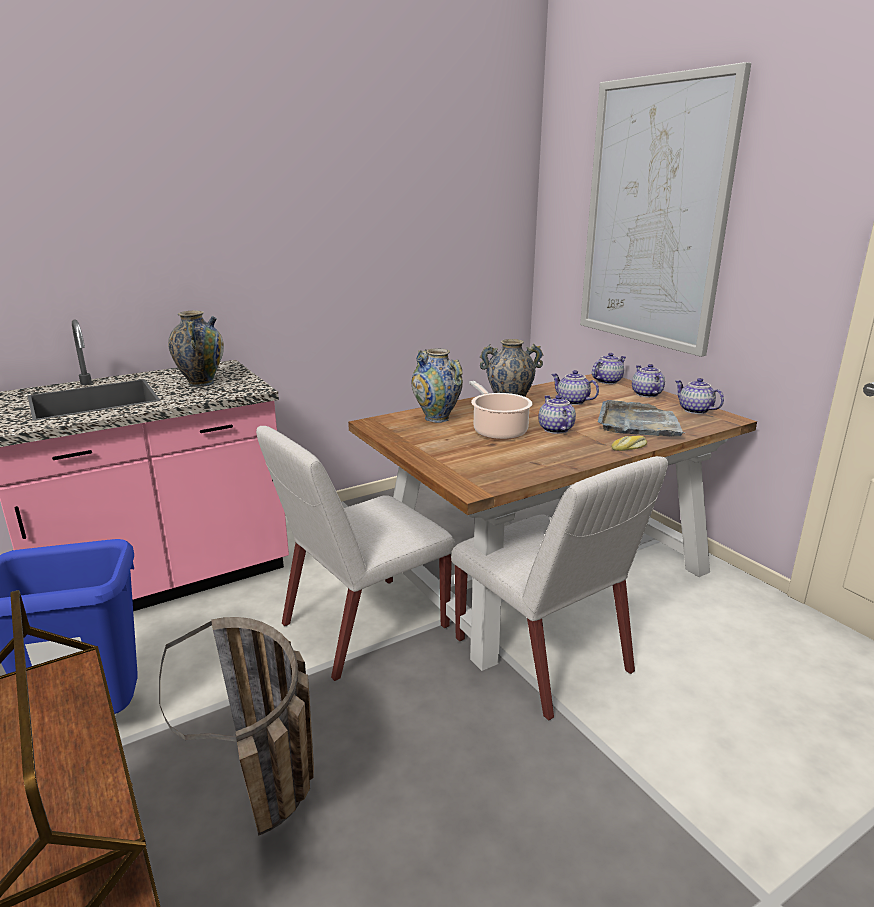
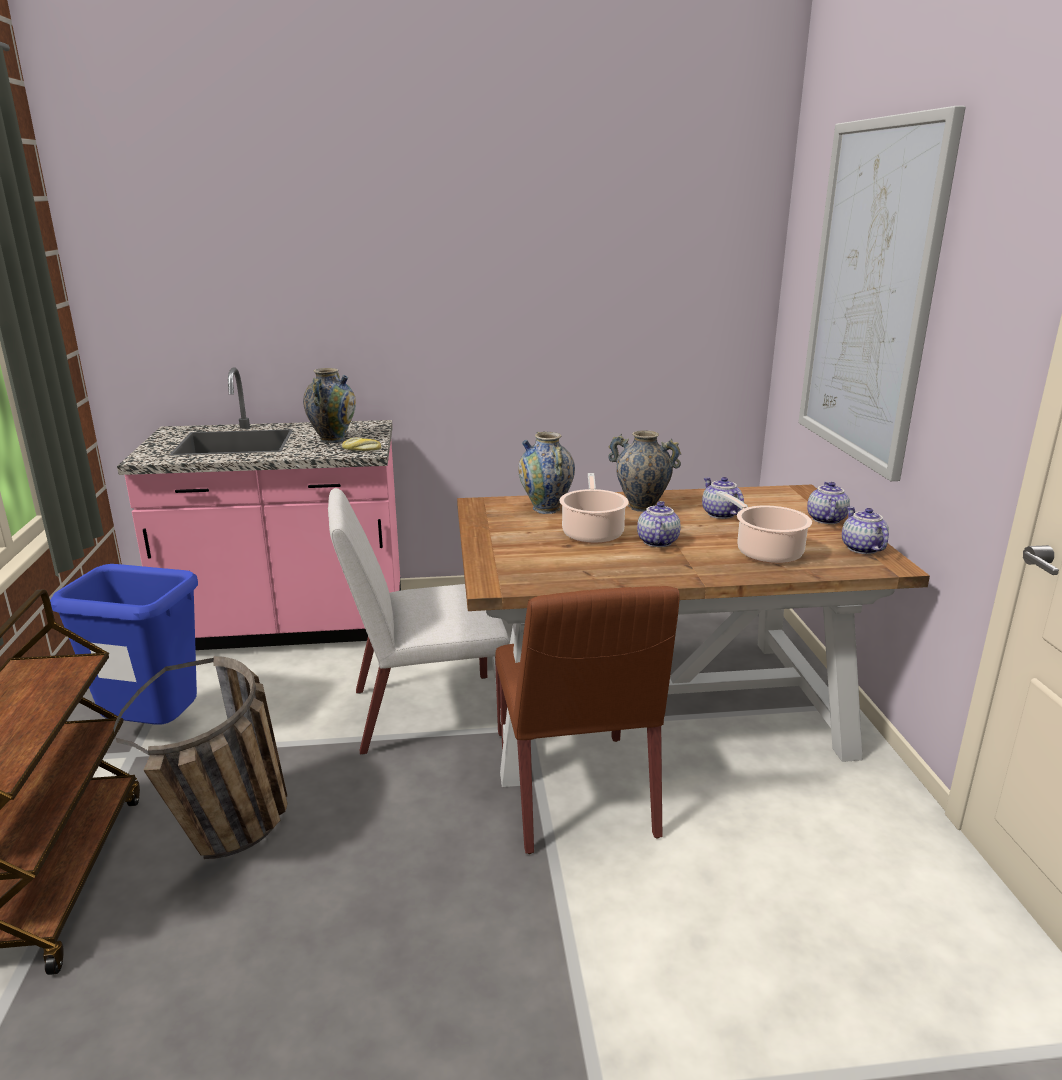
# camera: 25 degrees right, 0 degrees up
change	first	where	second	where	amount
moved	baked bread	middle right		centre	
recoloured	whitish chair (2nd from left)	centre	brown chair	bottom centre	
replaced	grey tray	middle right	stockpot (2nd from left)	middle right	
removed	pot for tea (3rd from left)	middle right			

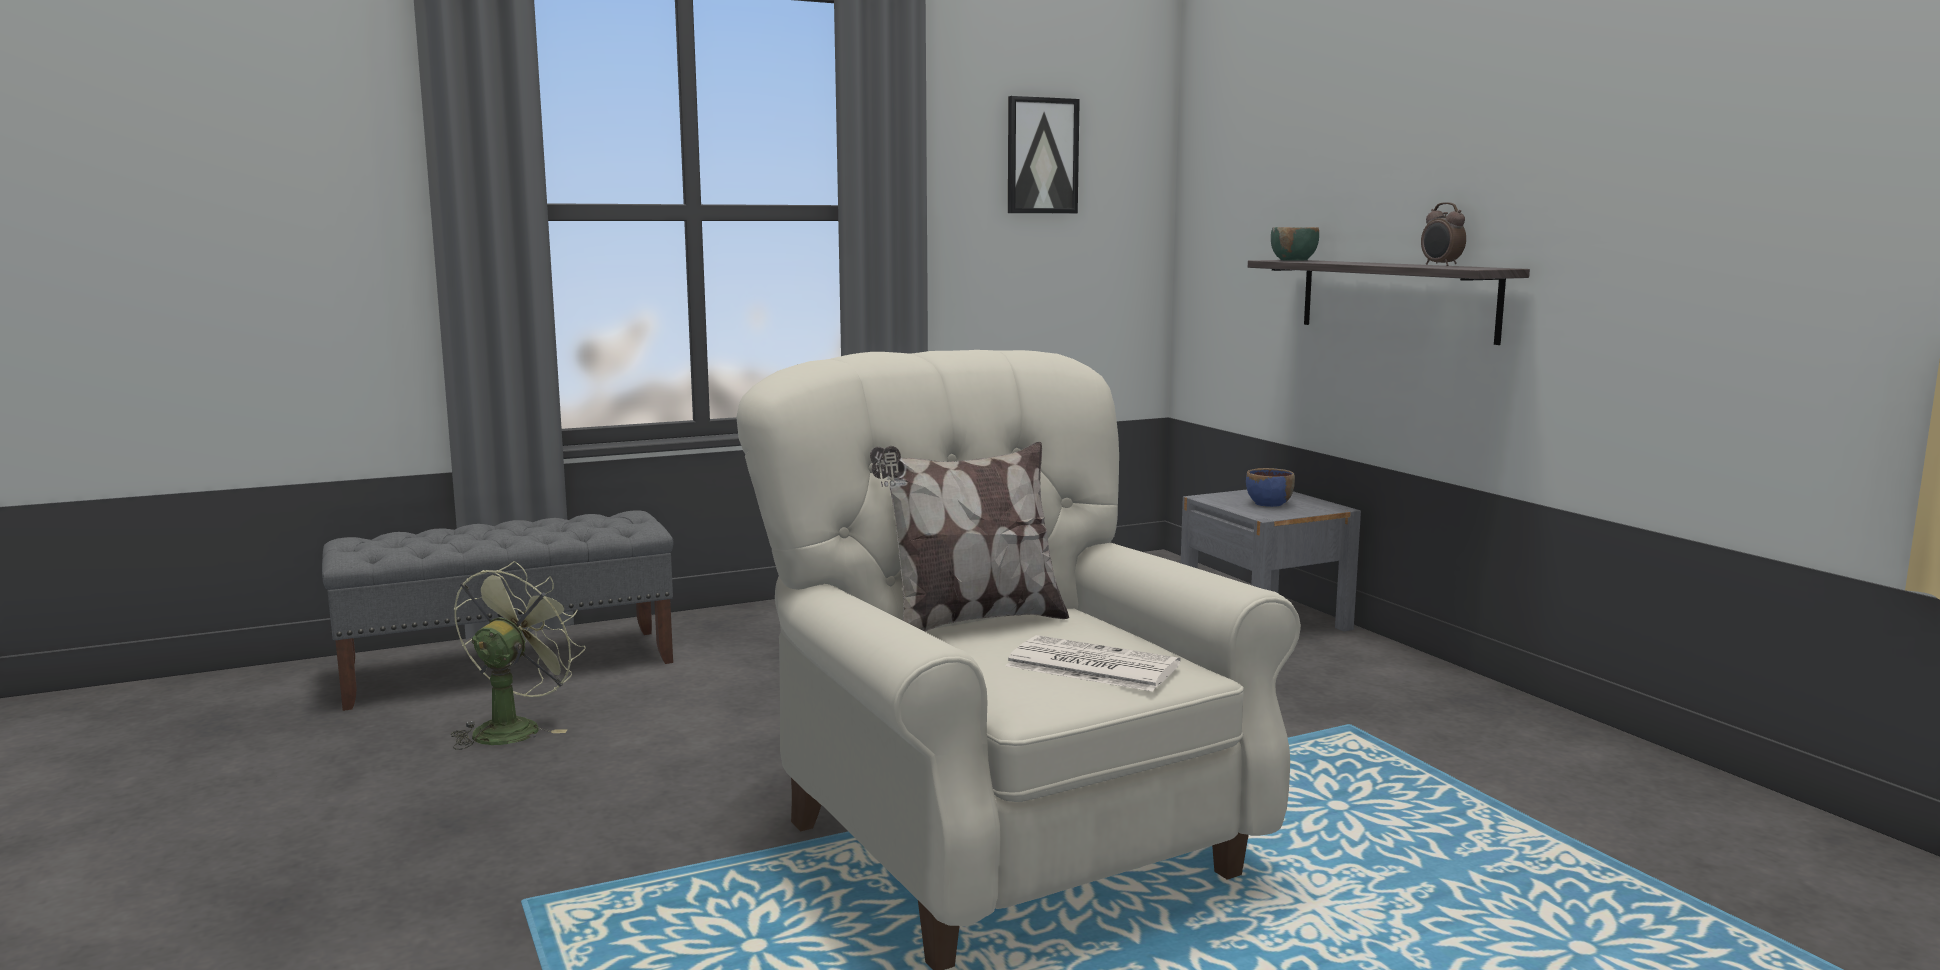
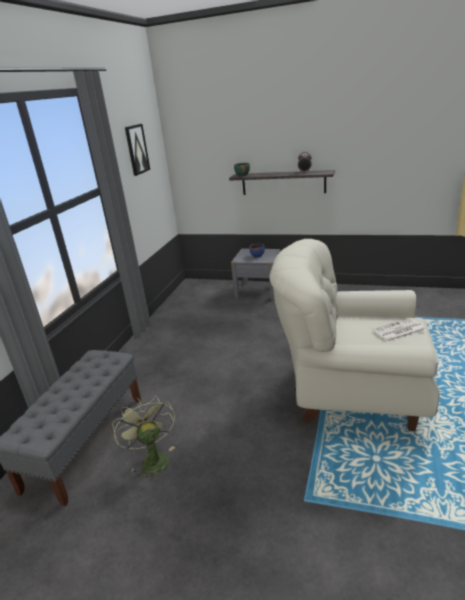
# camera: 45 degrees left, 15 degrees up
change	first	where	second	where	amount
removed	pillow	centre			

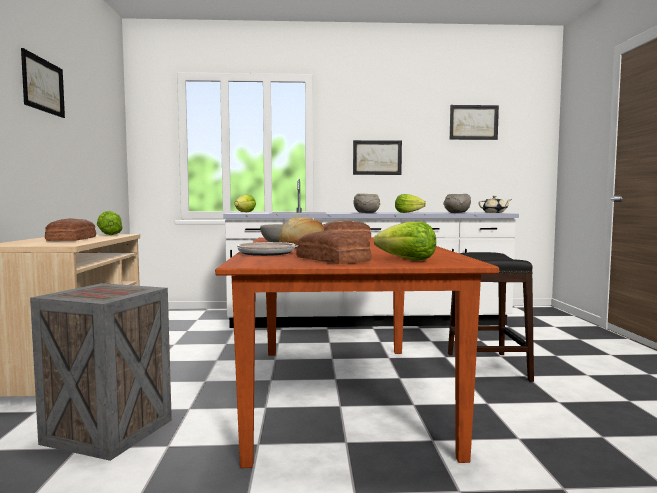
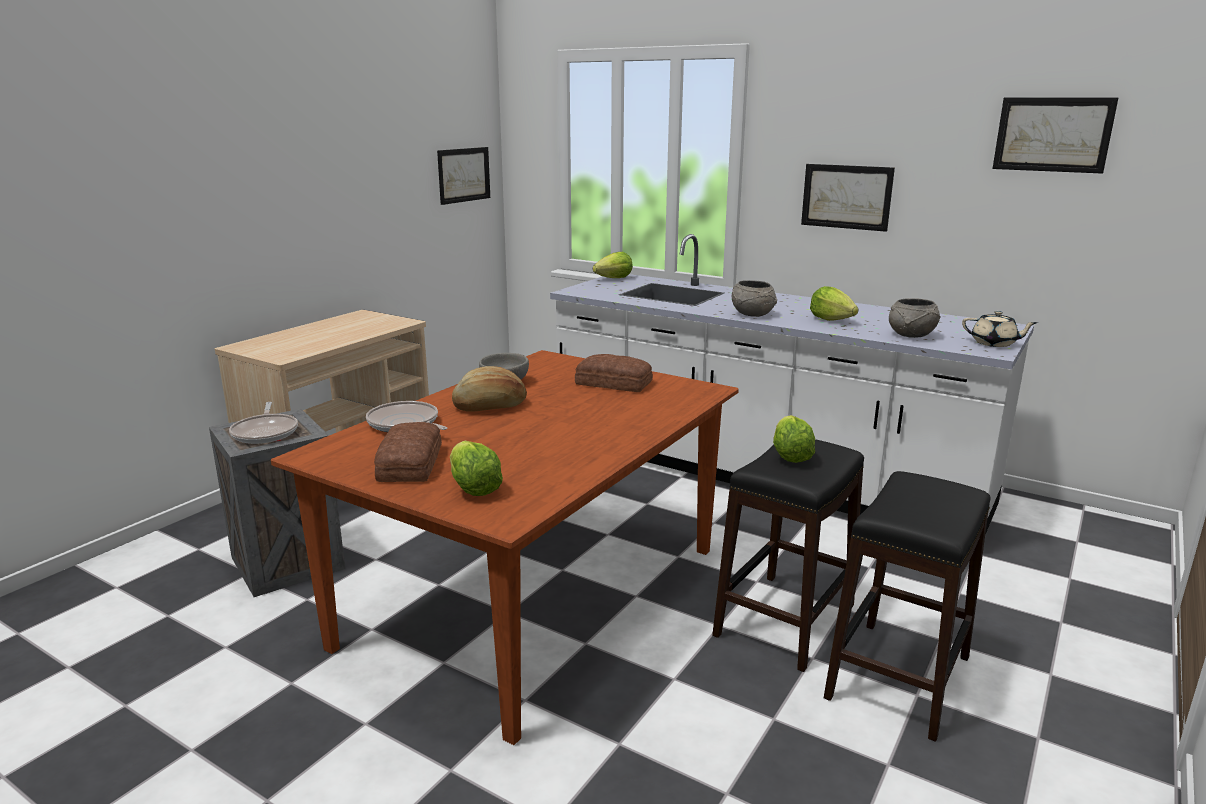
# camera: 35 degrees right, 15 degrees up
change	first	where	second	where	amount
added			pan (1st from left)	middle left	
moved	wall picture (1st from left)	top left		top centre	
moved	head of lettuce (1st from left in the first image)	middle left	head of lettuce (3rd from left)	centre	
added			black-coloured stool seat (2nd from left)	bottom right	
removed	baked bread (1st from left)	middle left			

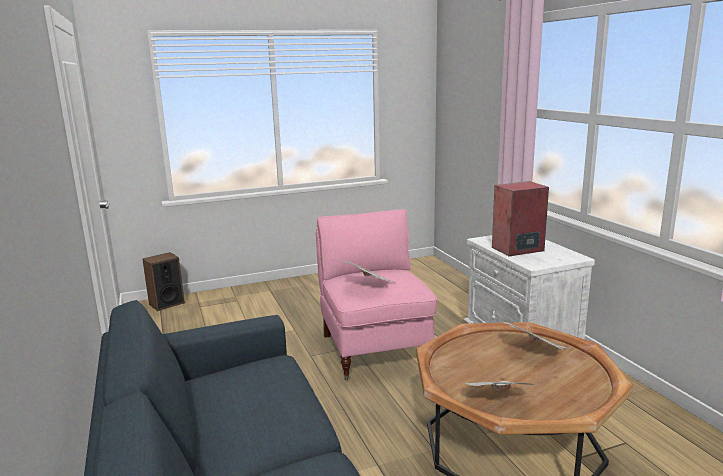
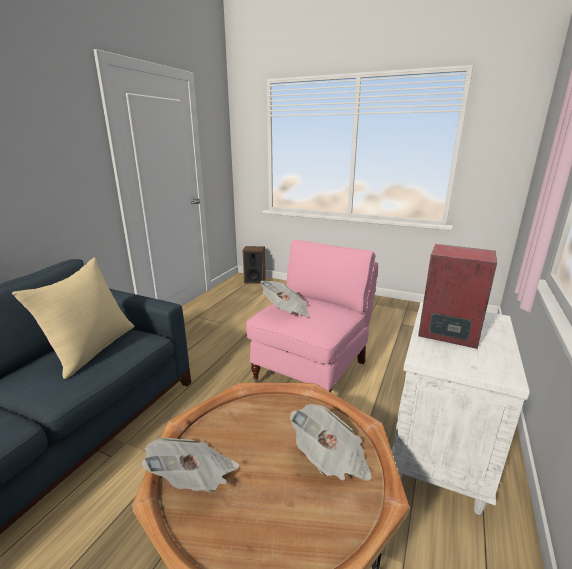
# camera: 45 degrees right, 5 degrees up
change	first	where	second	where	amount
added			beige pillow	middle left	

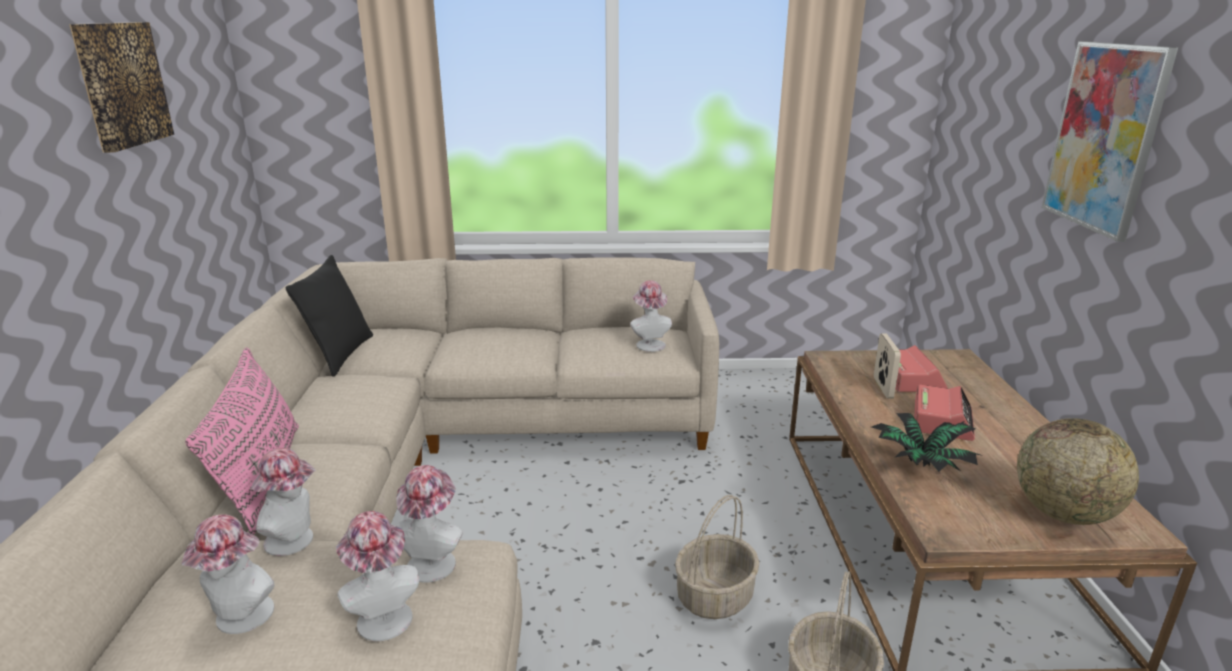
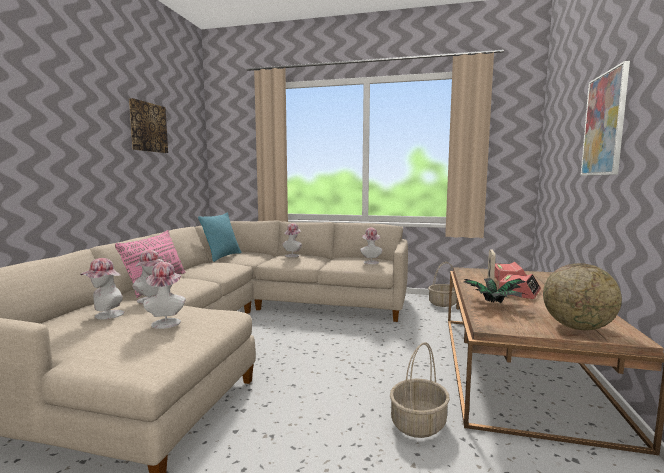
# camera: 15 degrees right, 15 degrees down
change	first	where	second	where	amount
recoloured	black-coloured pillow	middle left	turquoise pillow	middle left	
moved	wearable hat (4th from left)	bottom centre		centre	
moved	household basket (1st from left in the first image)	bottom centre	household basket (2nd from left)	centre	

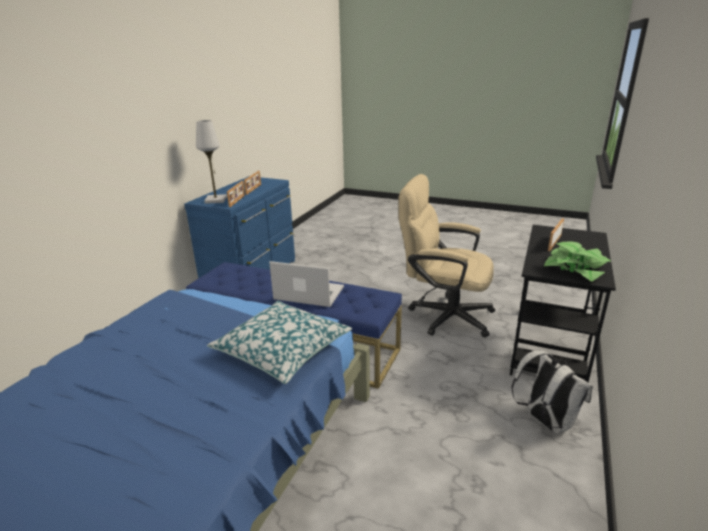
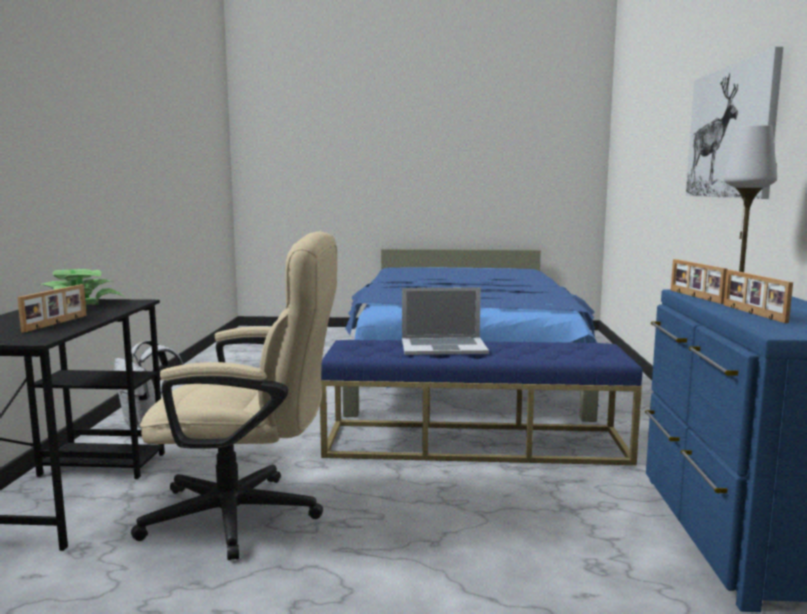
# camera: 160 degrees right, 15 degrees down
change	first	where	second	where	amount
added			wall picture	top right	
removed	pillow	centre			

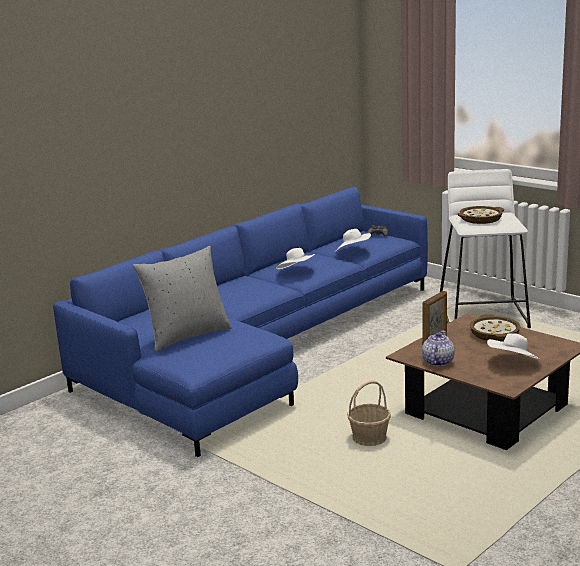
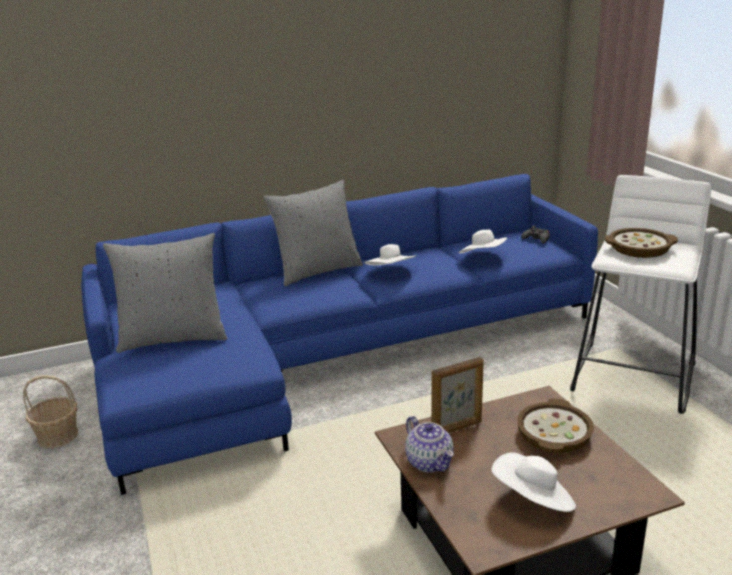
# camera: 25 degrees right, 5 degrees up
change	first	where	second	where	amount
moved	household basket	bottom centre		bottom left	
added			grey pillow (2nd from left)	centre	
turned	pot for tea	middle right		bottom centre	105 degrees clockwise

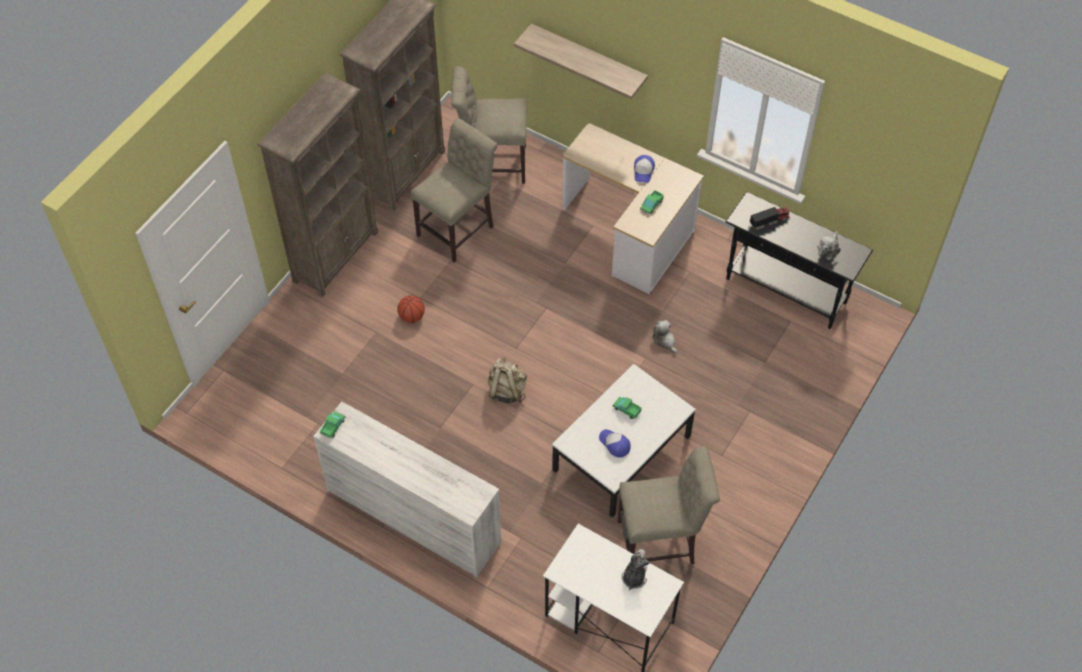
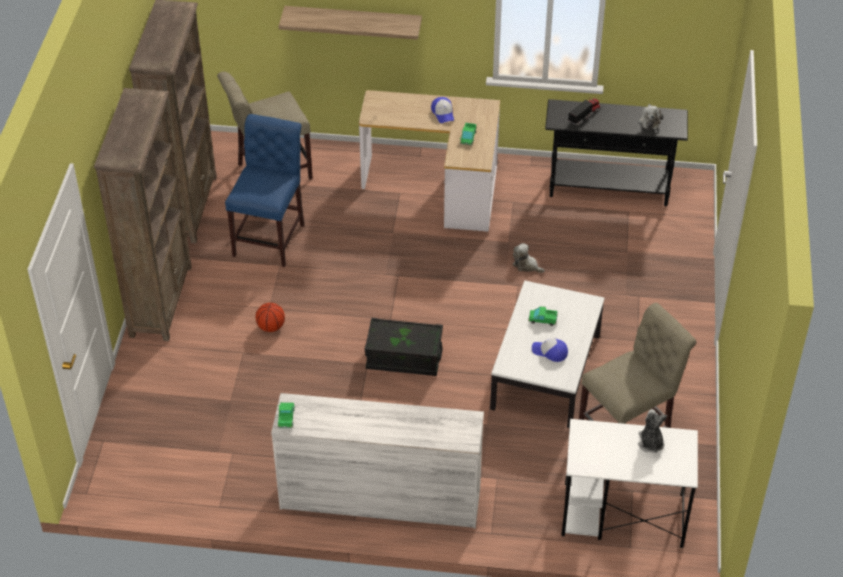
# camera: 25 degrees left, 10 degrees down
change	first	where	second	where	amount
recoloured	beige chair (1st from left)	top centre	blue-coloured chair	top left	
replaced	beige knapsack	centre	black-coloured storage box	centre	

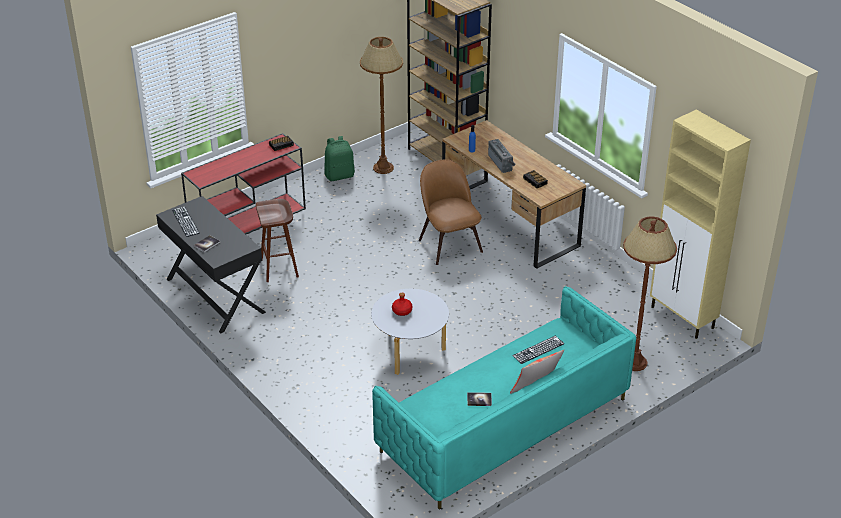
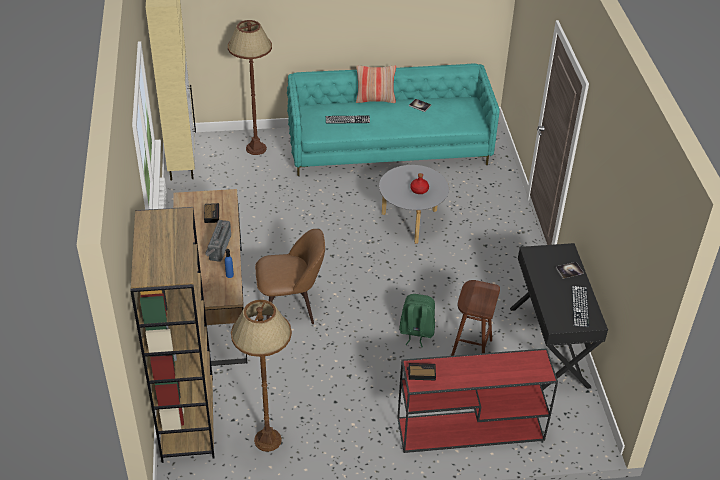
# camera: 150 degrees left, 5 degrees up
change	first	where	second	where	amount
turned	brown chair	centre		centre	105 degrees counterclockwise
moved	greenish knapsack	top centre		bottom centre	

